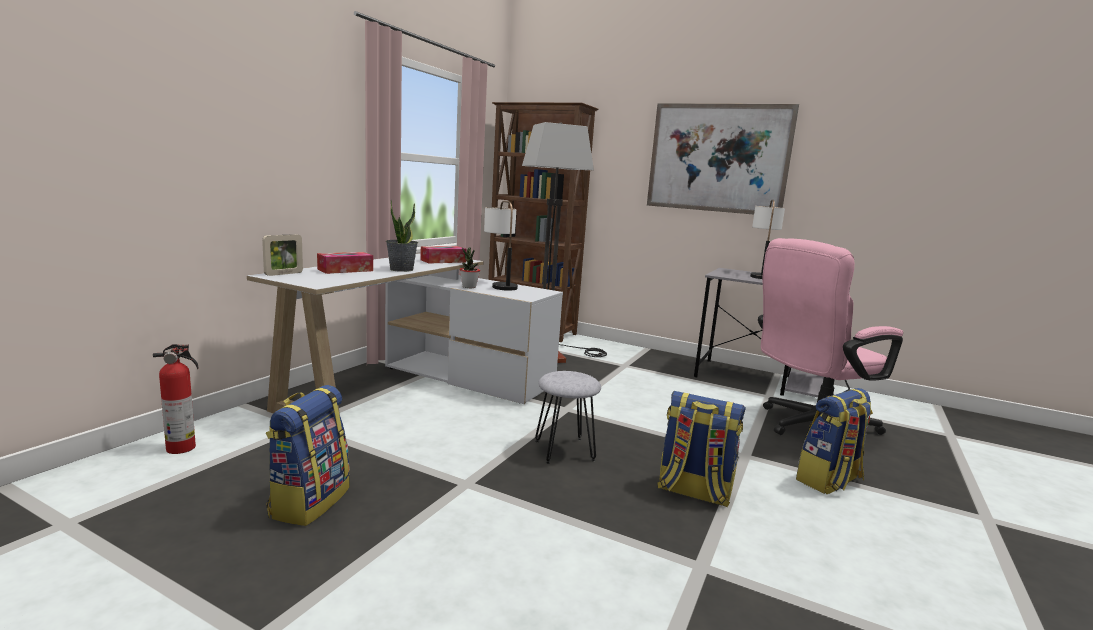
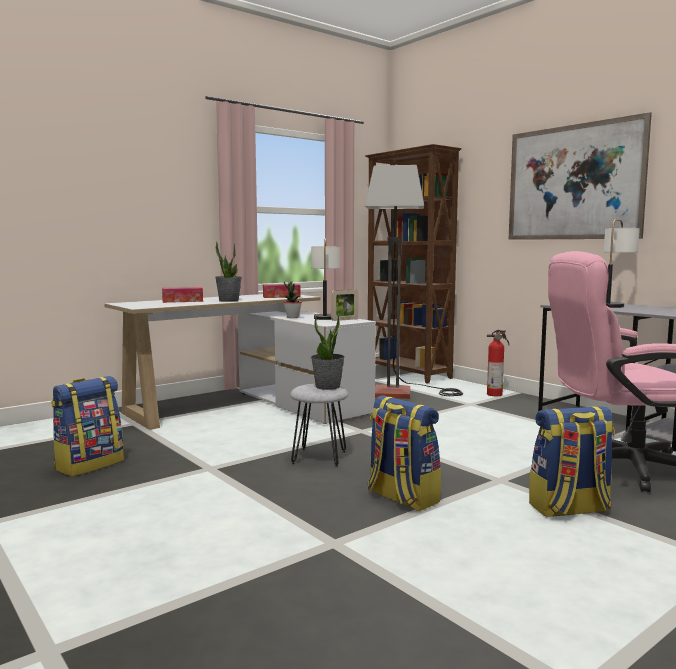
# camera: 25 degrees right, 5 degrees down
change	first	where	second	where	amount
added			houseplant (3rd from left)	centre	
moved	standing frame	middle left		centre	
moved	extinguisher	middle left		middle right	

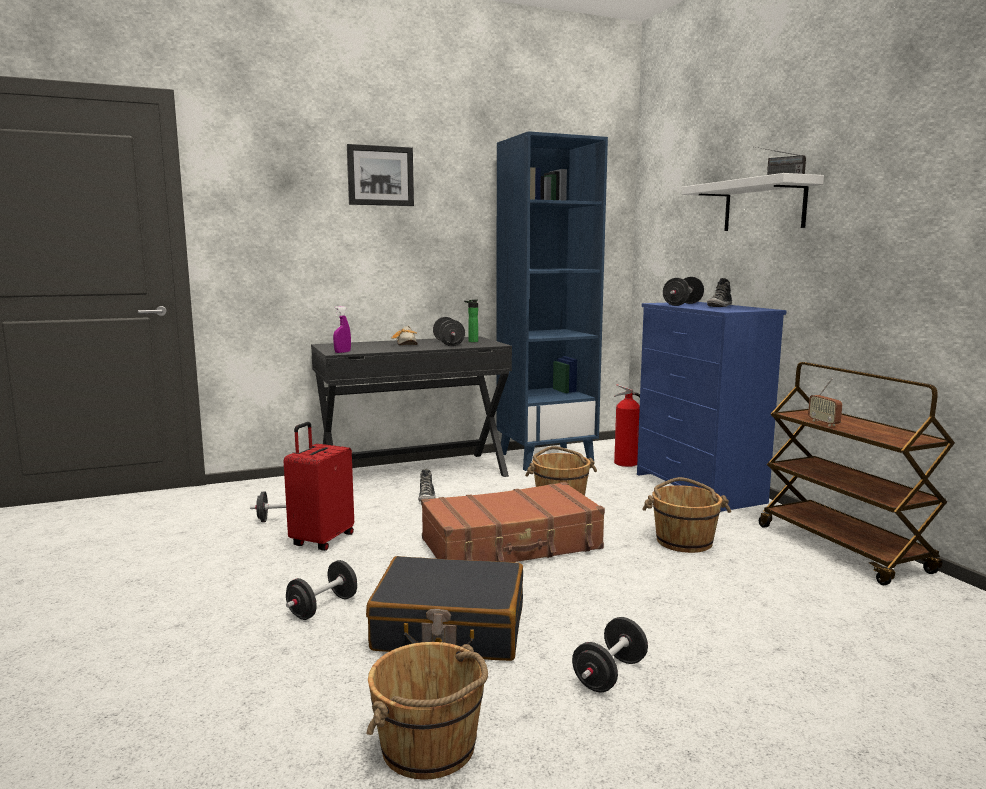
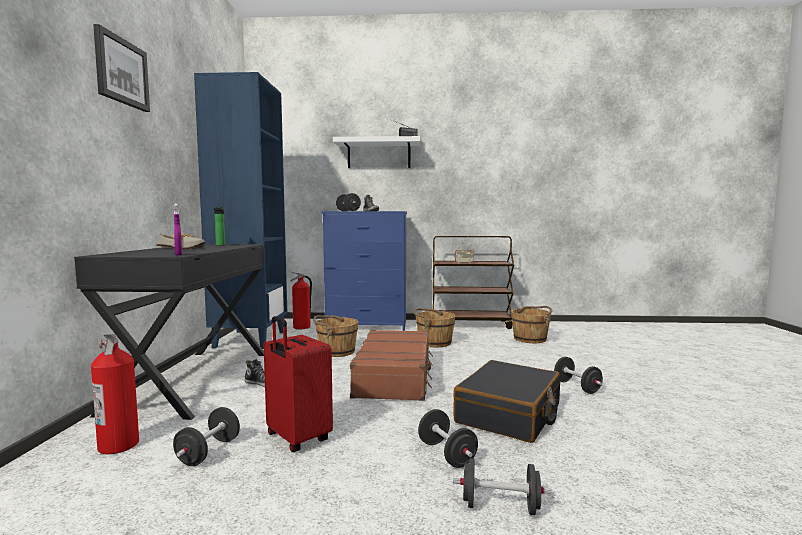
# camera: 65 degrees left, 5 degrees down
change	first	where	second	where	amount
added			extinguisher (1st from left)	bottom left	
moved	black-coloured hand weight (3rd from left in the first image)	centre	black-coloured hand weight (4th from left)	bottom centre	
moved	brown bucket (1st from left in the first image)	bottom centre	brown bucket (3rd from left)	centre	

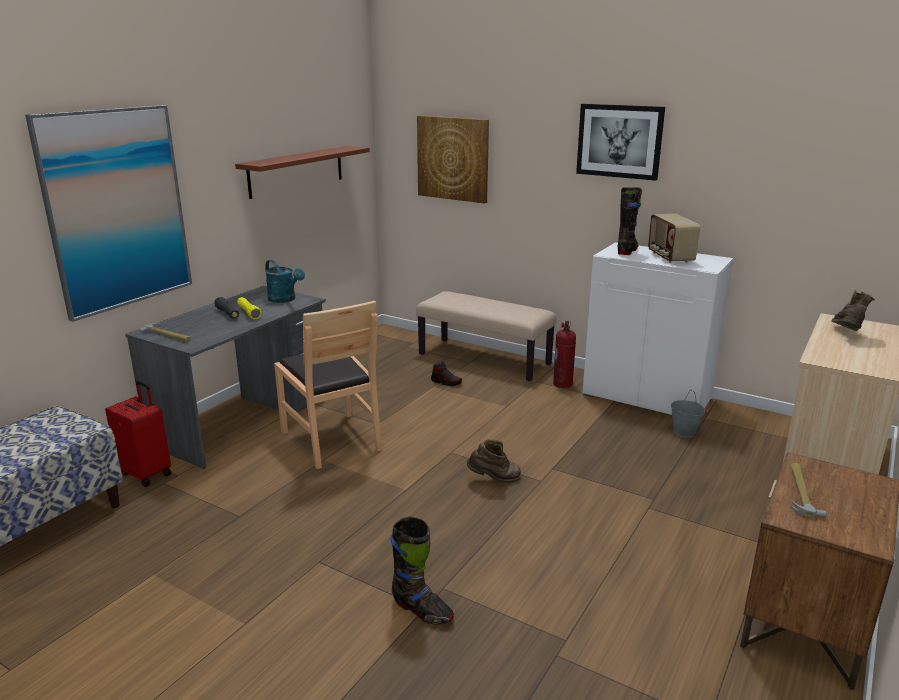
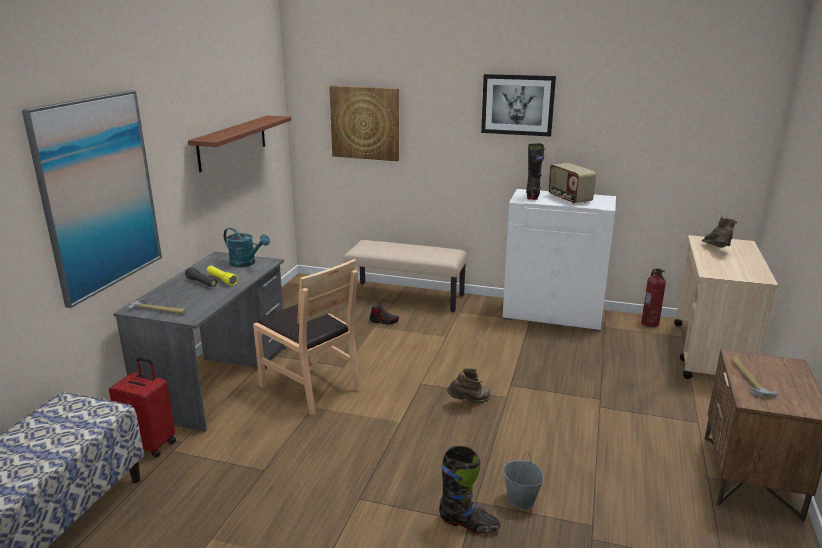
# camera: 15 degrees left, 0 degrees up
change	first	where	second	where	amount
moved	grey bucket	middle right		bottom centre	
moved	extinguisher	centre		middle right	

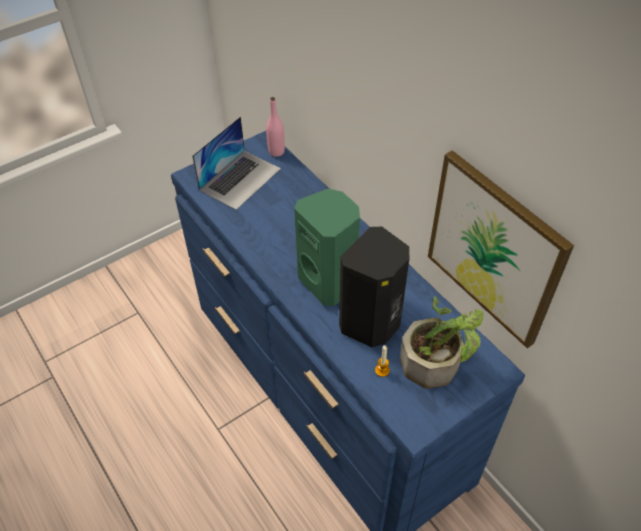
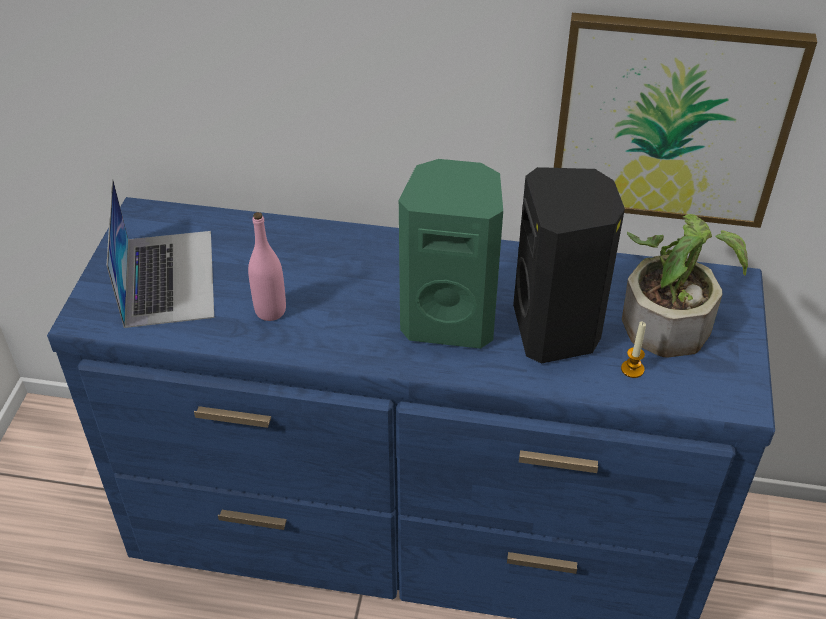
# camera: 45 degrees left, 5 degrees down
change	first	where	second	where	amount
moved	pink beverage bottle	top centre		middle left	

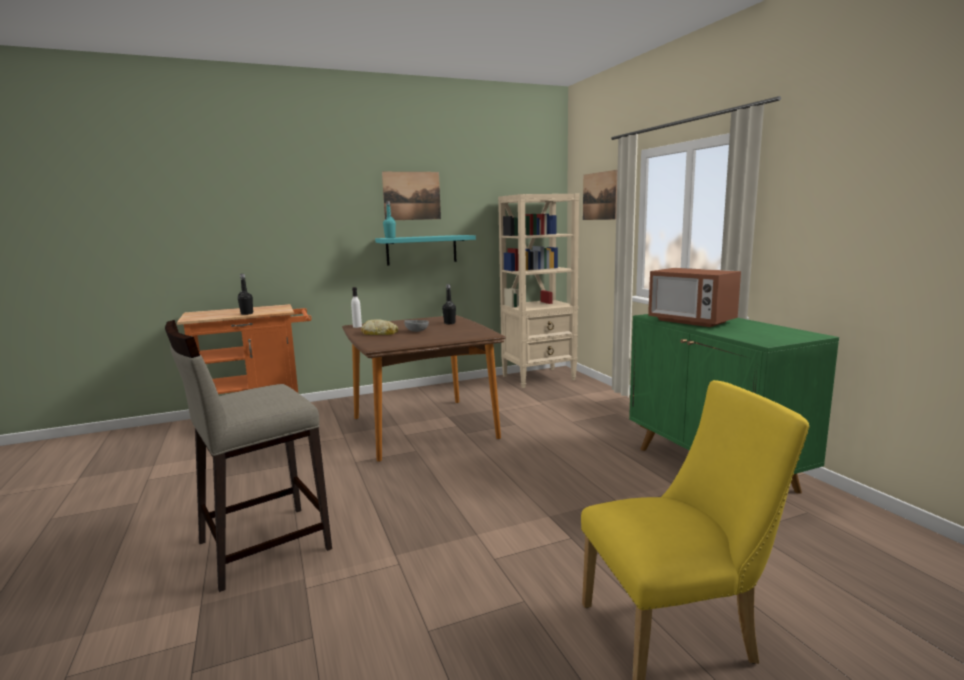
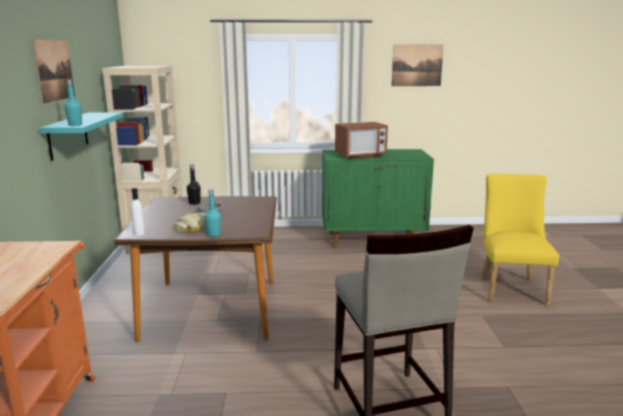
# camera: 70 degrees left, 5 degrees up
change	first	where	second	where	amount
added			turquoise beverage bottle (2nd from left)	centre	
moved	wall picture (2nd from left)	top centre		top right	
removed	black-coloured beverage bottle (1st from left)	middle left			

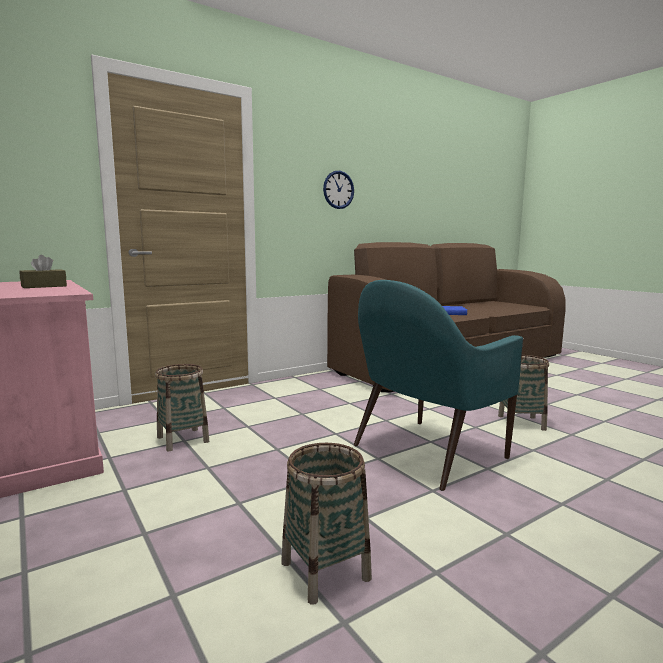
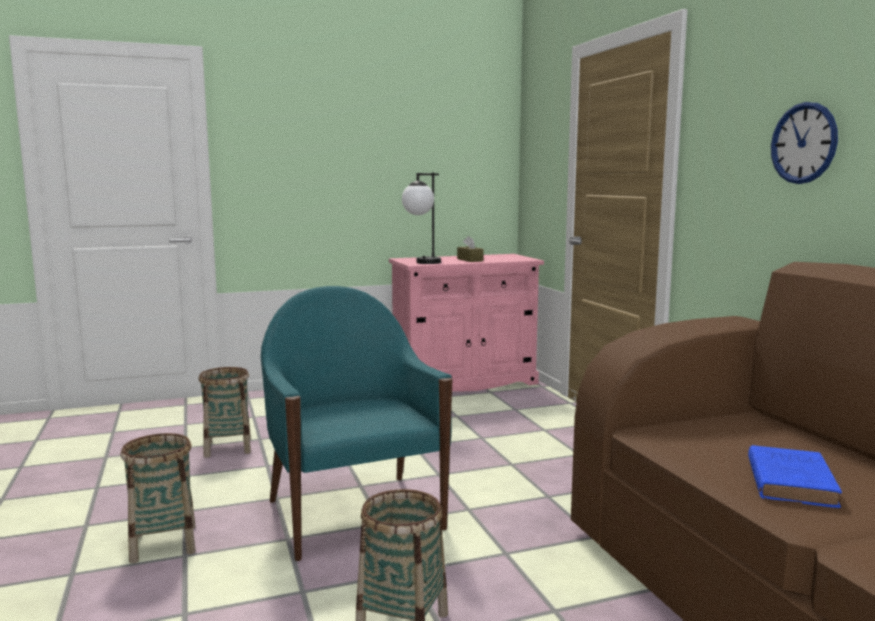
# camera: 105 degrees right, 0 degrees up
change	first	where	second	where	amount
moved	household basket (1st from left)	middle left		bottom left	
added			table lamp	centre	

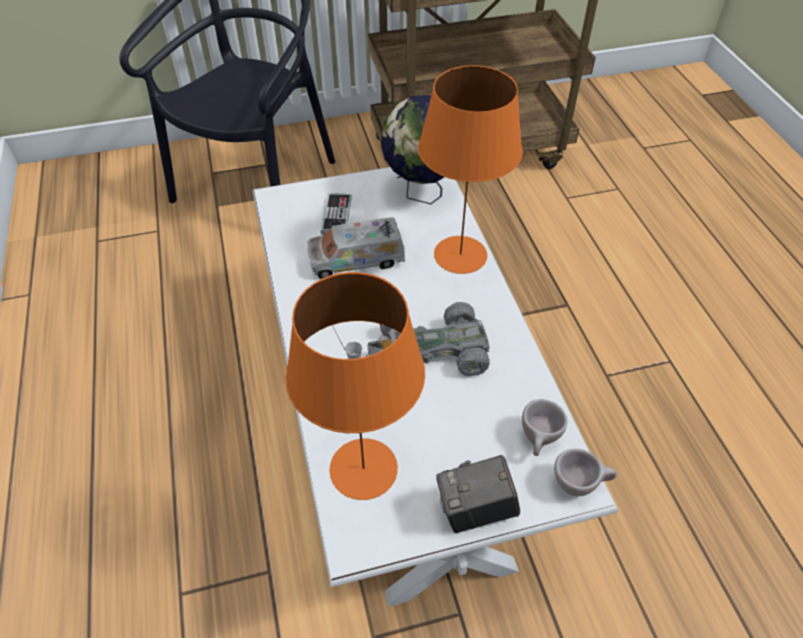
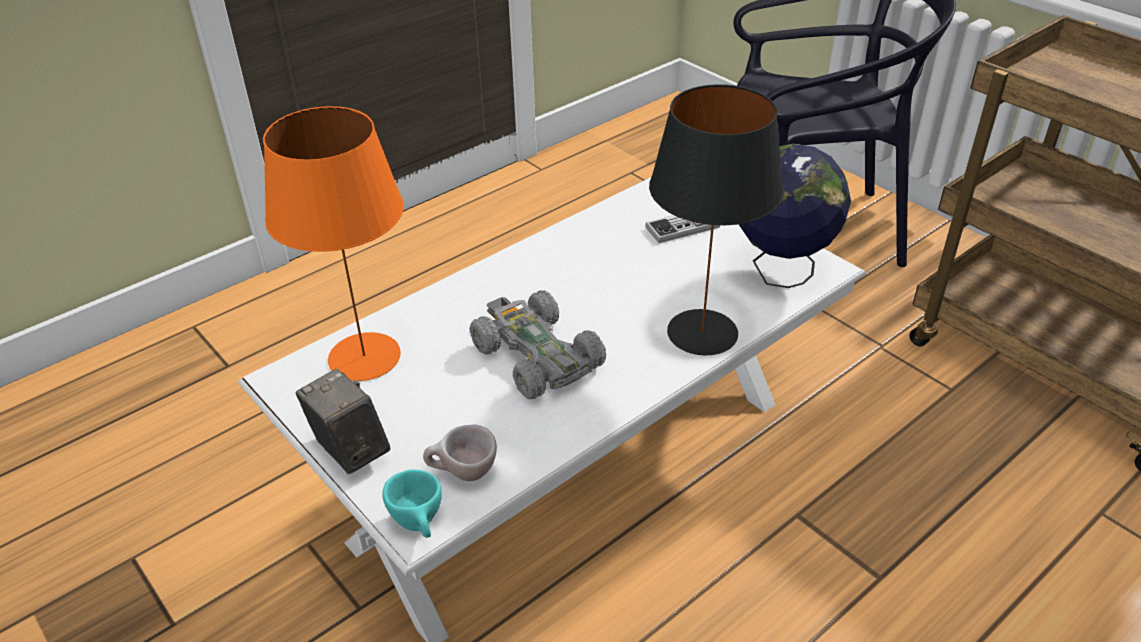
# camera: 65 degrees right, 10 degrees down
change	first	where	second	where	amount
recoloured	beige drinking cup (2nd from left)	bottom right	turquoise drinking cup	bottom centre	
recoloured	orangey table lamp (2nd from left)	top centre	black-coloured table lamp	centre	
removed	toy lorry	centre			

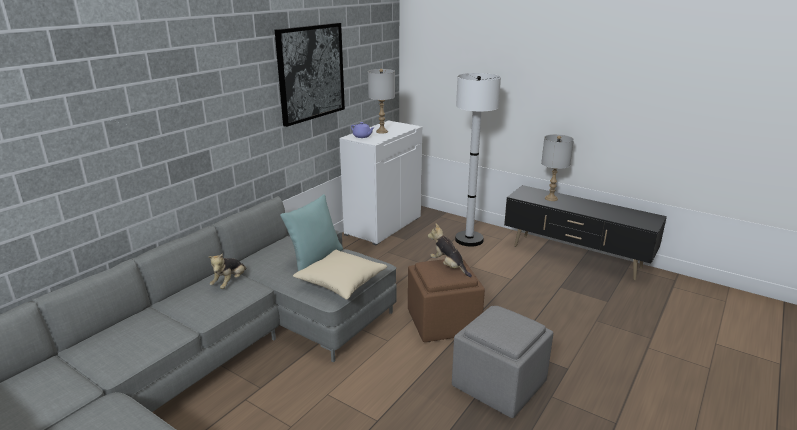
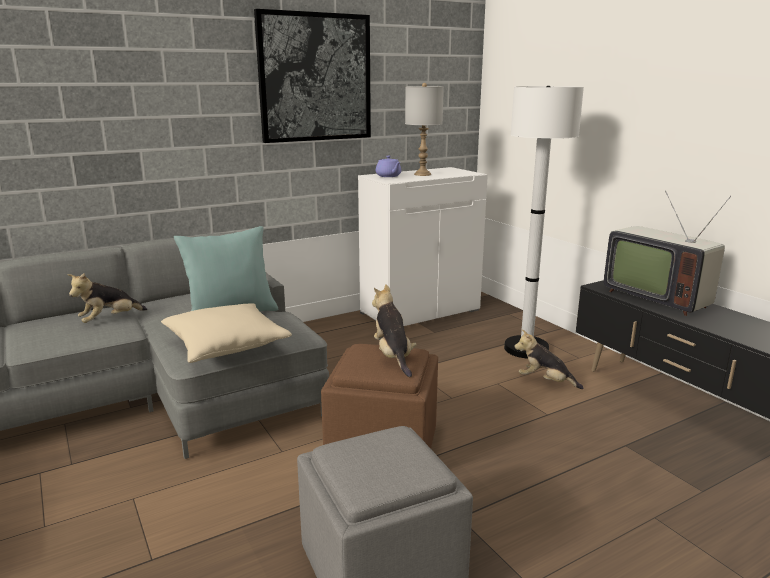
# camera: 25 degrees right, 5 degrees down
change	first	where	second	where	amount
added			soft toy (3rd from left)	middle right	
replaced	grey table lamp (2nd from left)	middle right	television	middle right	

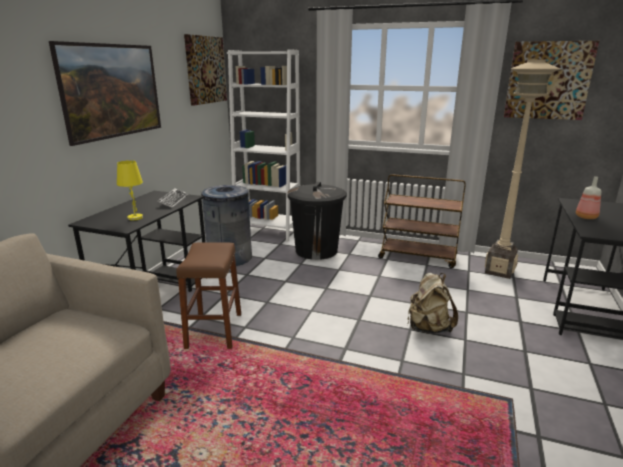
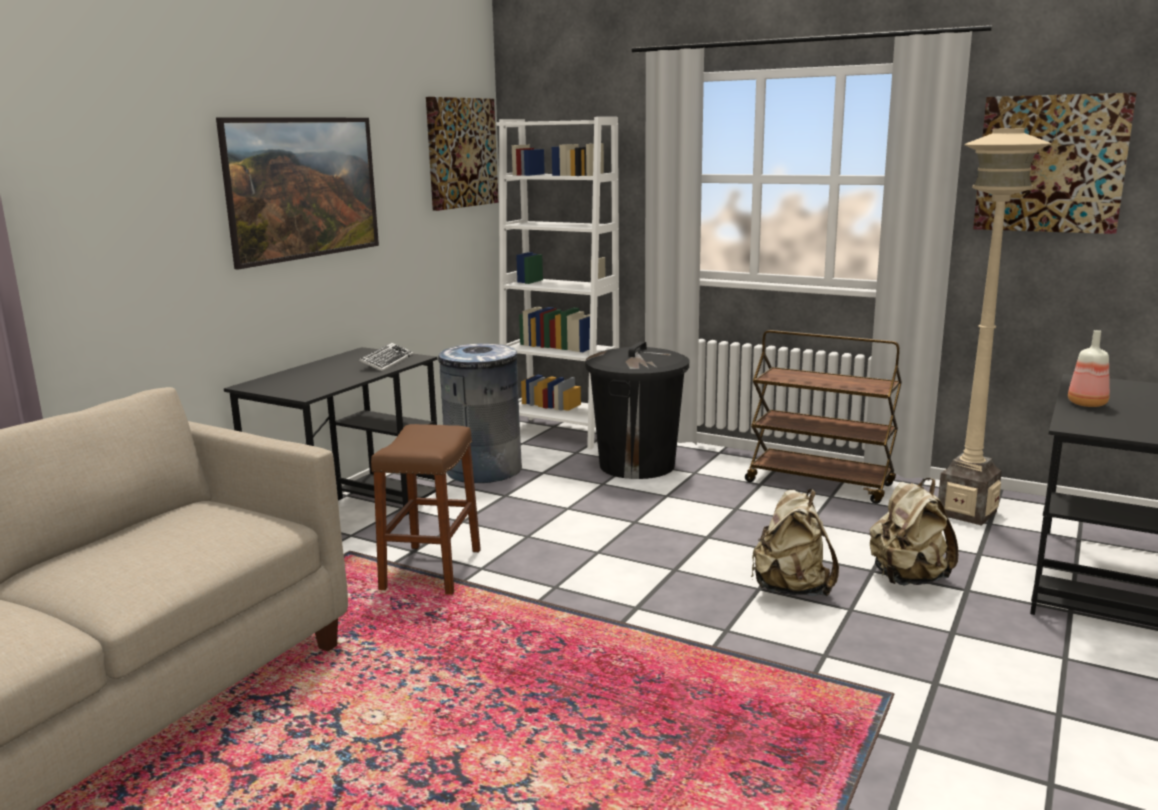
# camera: 10 degrees right, 5 degrees down
change	first	where	second	where	amount
added			beige knapsack (2nd from left)	middle right	
removed	yellow table lamp	middle left			

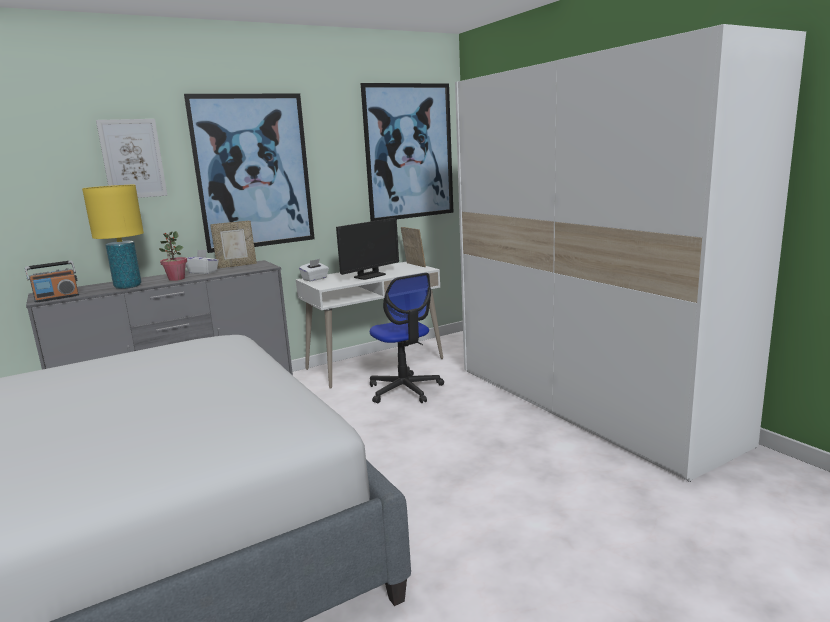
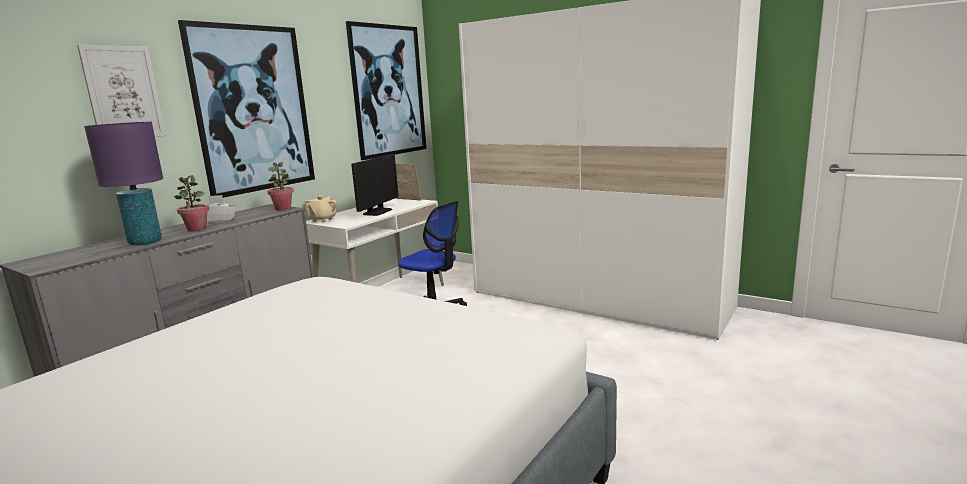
# camera: 25 degrees left, 0 degrees up
change	first	where	second	where	amount
recoloured	yellow table lamp	middle left	purple-coloured table lamp	middle left	
added			houseplant (2nd from left)	middle left	
replaced	whitish box of tissues (2nd from left)	centre	beige pot for tea	middle left	
removed	radio	middle left			
removed	standing frame (1st from left)	middle left			

